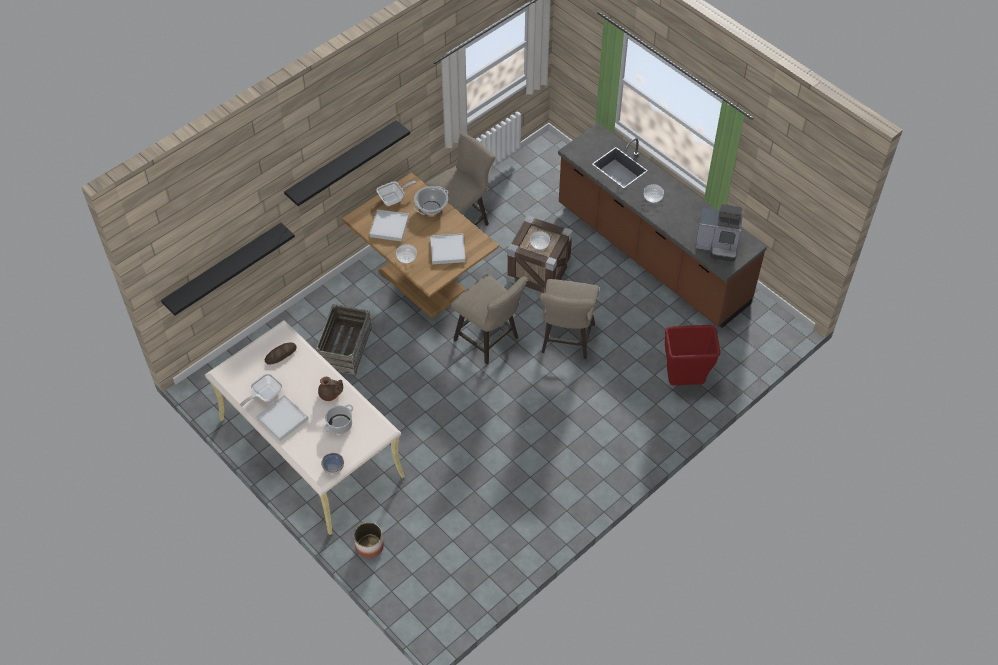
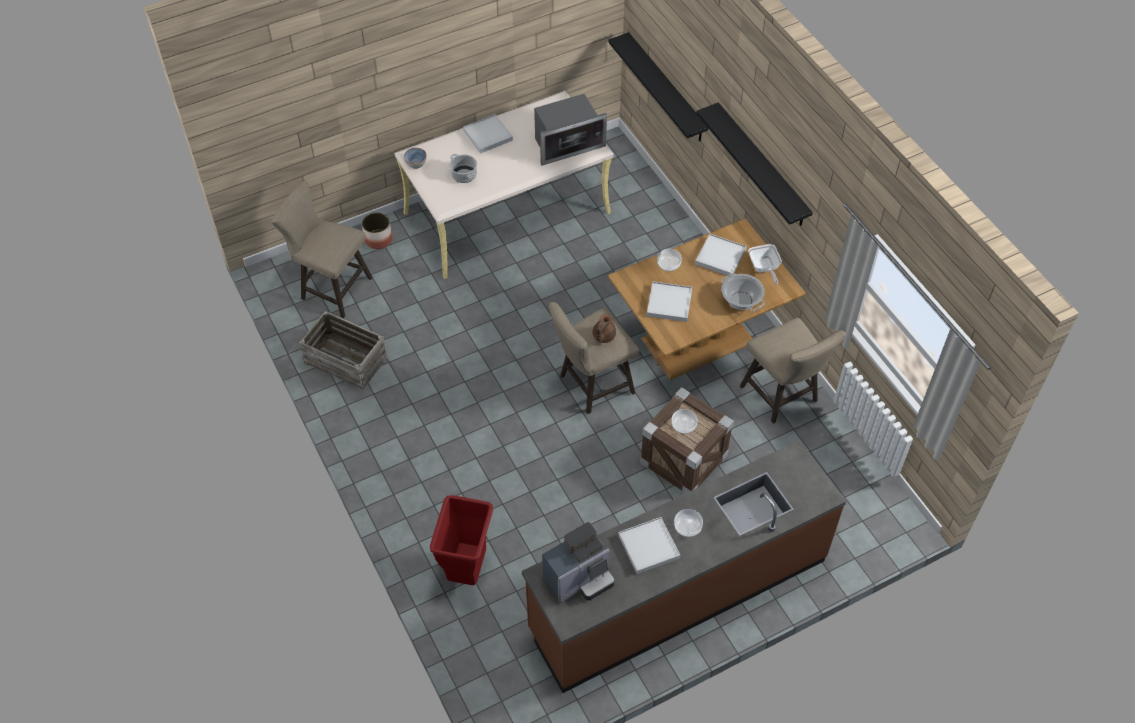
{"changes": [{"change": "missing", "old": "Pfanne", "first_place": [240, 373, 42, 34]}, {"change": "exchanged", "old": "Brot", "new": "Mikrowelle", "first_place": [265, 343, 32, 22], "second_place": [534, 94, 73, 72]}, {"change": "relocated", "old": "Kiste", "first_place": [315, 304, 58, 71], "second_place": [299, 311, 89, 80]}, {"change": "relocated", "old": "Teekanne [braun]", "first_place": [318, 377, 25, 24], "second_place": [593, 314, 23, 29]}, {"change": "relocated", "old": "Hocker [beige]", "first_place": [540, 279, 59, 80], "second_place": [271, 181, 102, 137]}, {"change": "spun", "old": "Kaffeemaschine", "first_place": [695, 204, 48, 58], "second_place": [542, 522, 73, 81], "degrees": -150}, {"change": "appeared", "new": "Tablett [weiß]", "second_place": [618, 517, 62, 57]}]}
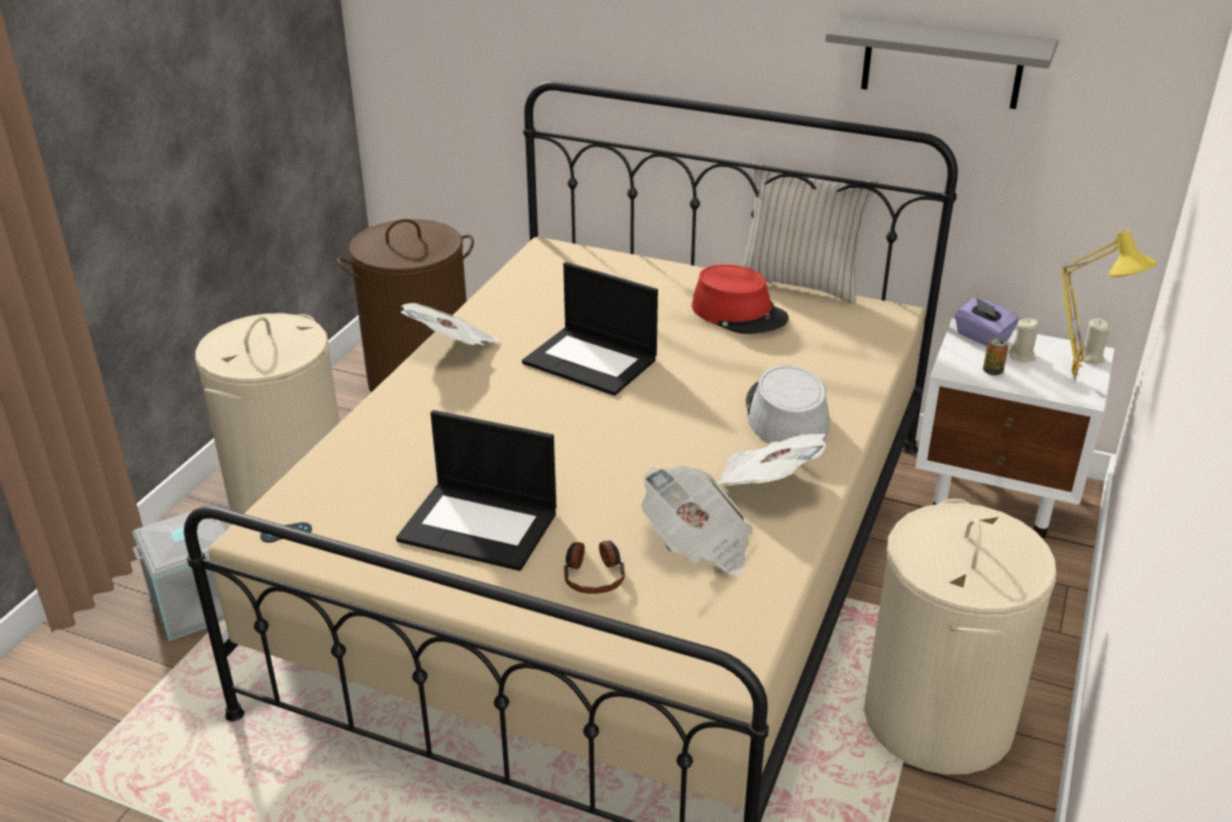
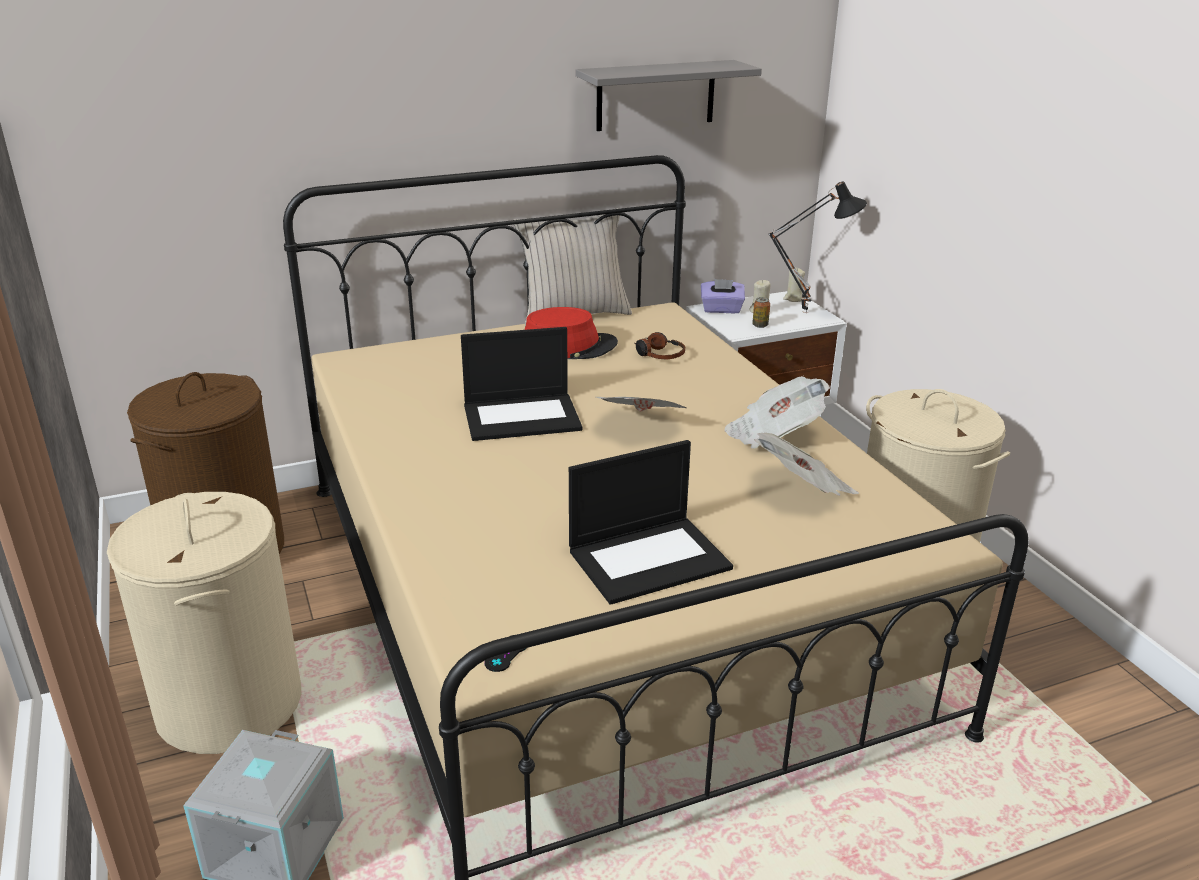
{"changes": [{"change": "relocated", "old": "Zeitung", "first_place": [401, 303, 99, 42], "second_place": [596, 397, 91, 15]}, {"change": "relocated", "old": "Kopfhörer", "first_place": [564, 540, 61, 54], "second_place": [634, 332, 51, 27]}, {"change": "missing", "old": "Hut [grau]", "first_place": [746, 365, 84, 79]}, {"change": "colour", "old": "Tischlampe [gelb]", "new": "Tischlampe [schwarz]", "first_place": [1061, 230, 96, 150], "second_place": [768, 181, 99, 132]}]}
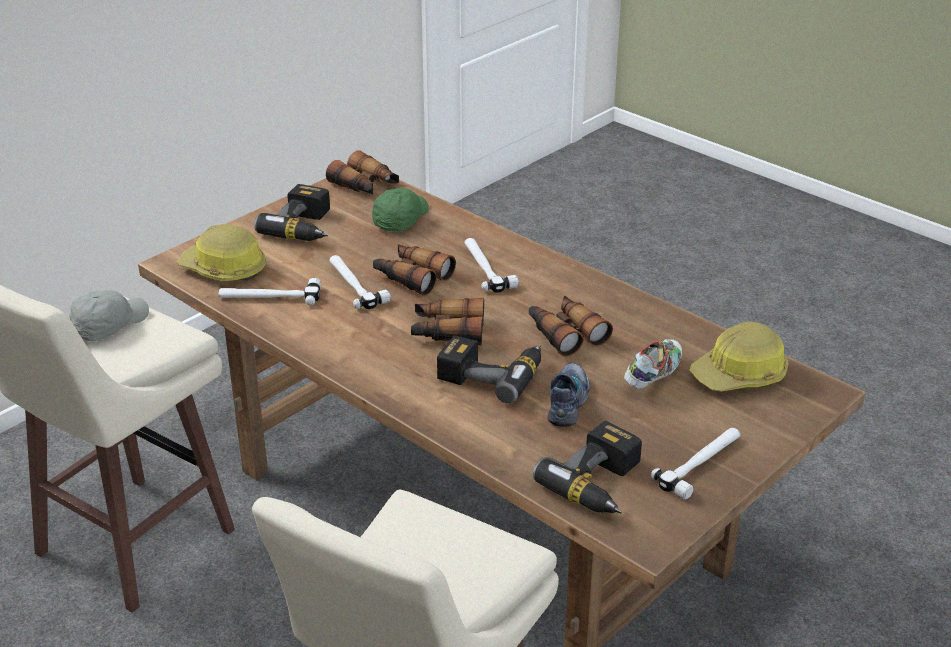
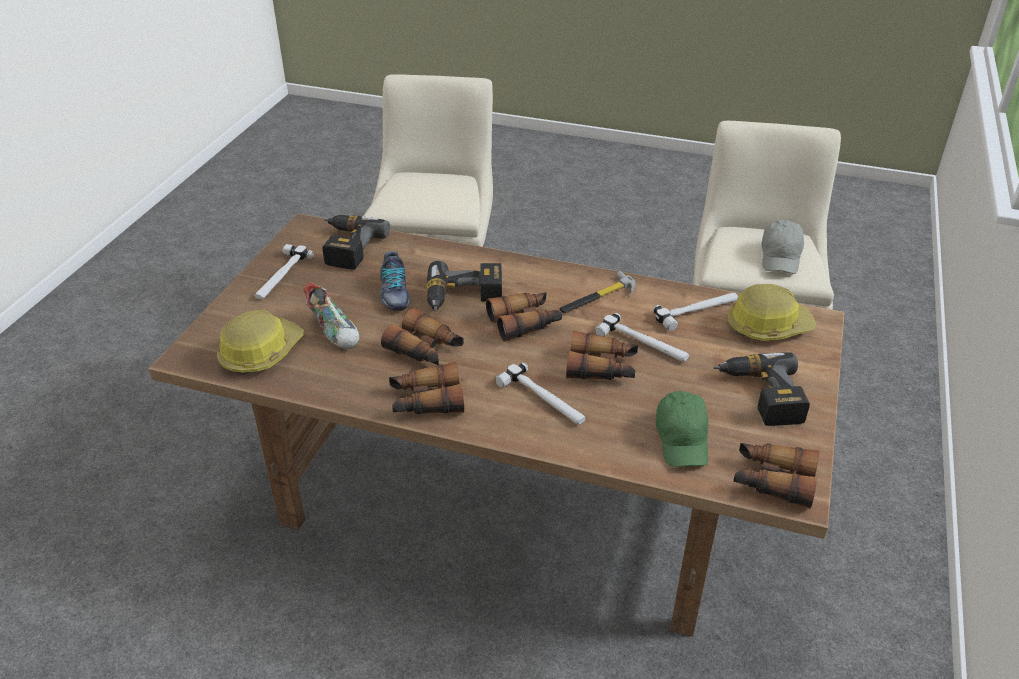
{"changes": [{"change": "spun", "old": "Schuh", "first_place": [624, 339, 58, 50], "second_place": [303, 282, 57, 67], "degrees": -45}, {"change": "appeared", "new": "Fernglas", "second_place": [389, 362, 75, 52]}, {"change": "appeared", "new": "Hammer", "second_place": [560, 271, 75, 42]}]}
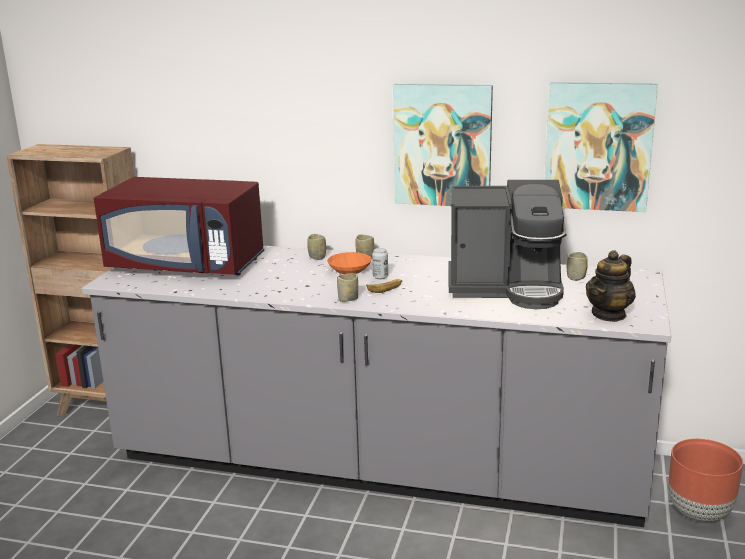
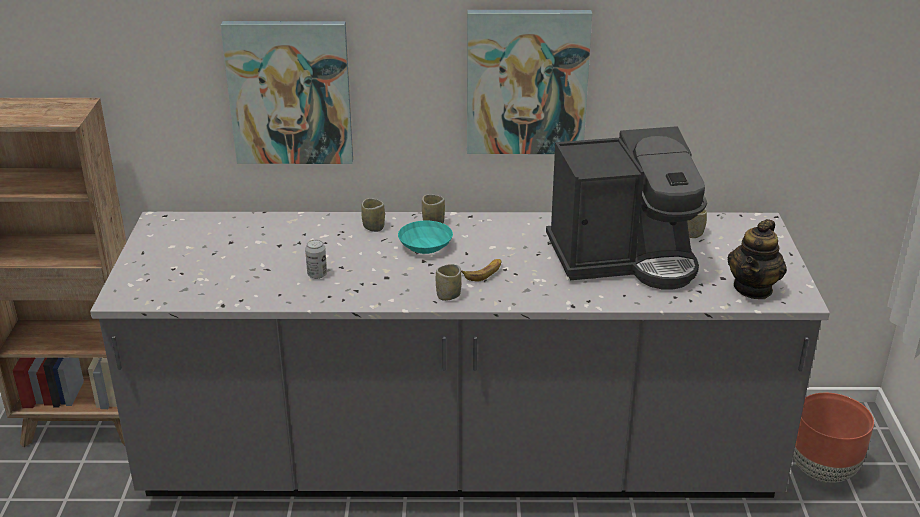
{"changes": [{"change": "missing", "old": "Mikrowelle [rot]", "first_place": [94, 177, 170, 99]}, {"change": "colour", "old": "Schüssel [orange]", "new": "Schüssel [türkis]", "first_place": [327, 252, 45, 22], "second_place": [398, 220, 55, 34]}, {"change": "relocated", "old": "Dose", "first_place": [372, 248, 16, 32], "second_place": [305, 240, 22, 39]}, {"change": "relocated", "old": "Bild", "first_place": [545, 82, 113, 130], "second_place": [221, 21, 132, 143]}]}
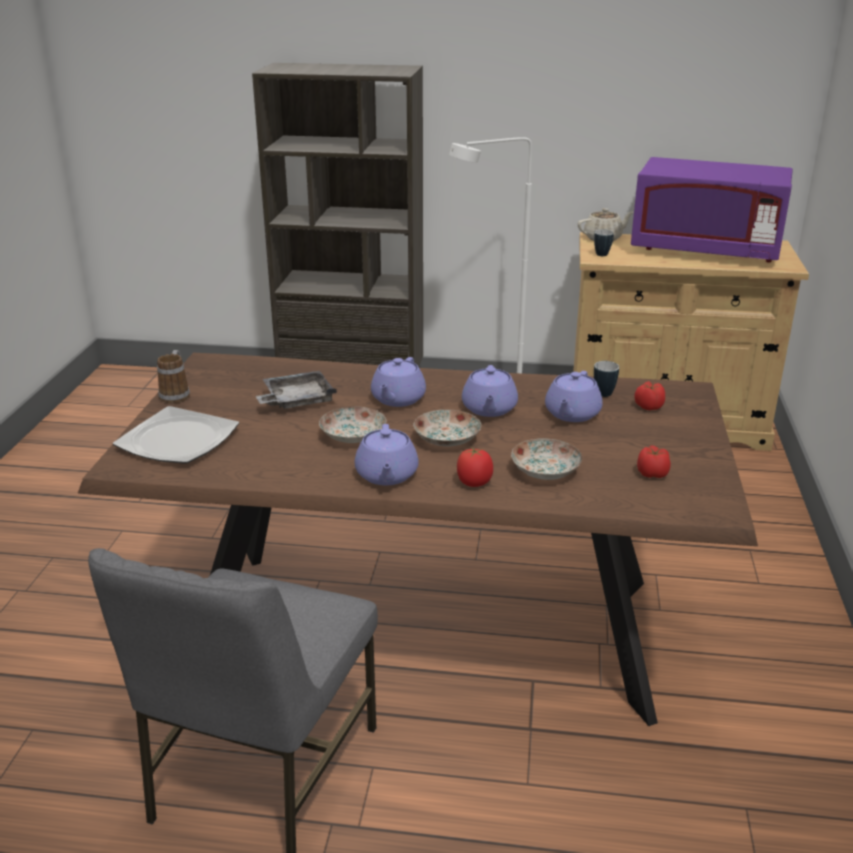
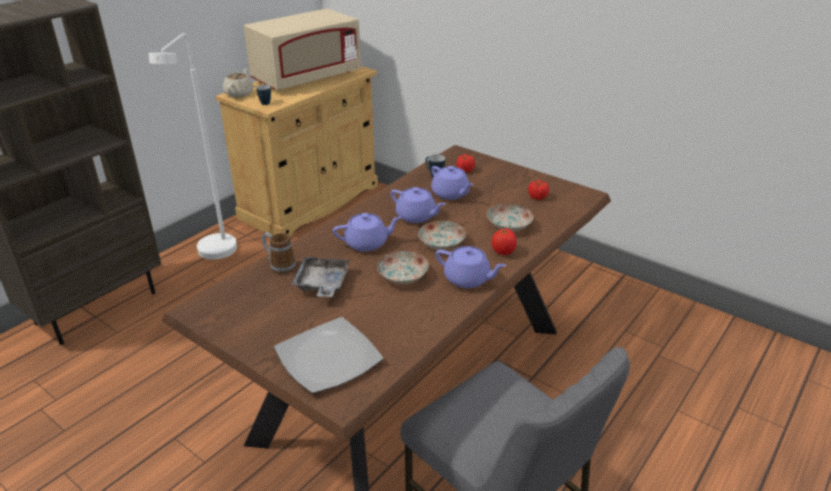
{"changes": [{"change": "relocated", "old": "Henkelbecher", "first_place": [157, 350, 33, 54], "second_place": [262, 232, 34, 42]}, {"change": "spun", "old": "Teekanne [lila]", "first_place": [371, 357, 55, 50], "second_place": [333, 213, 69, 39], "degrees": -60}, {"change": "colour", "old": "Mikrowelle [lila]", "new": "Mikrowelle [beige]", "first_place": [631, 157, 162, 106], "second_place": [244, 9, 117, 81]}]}
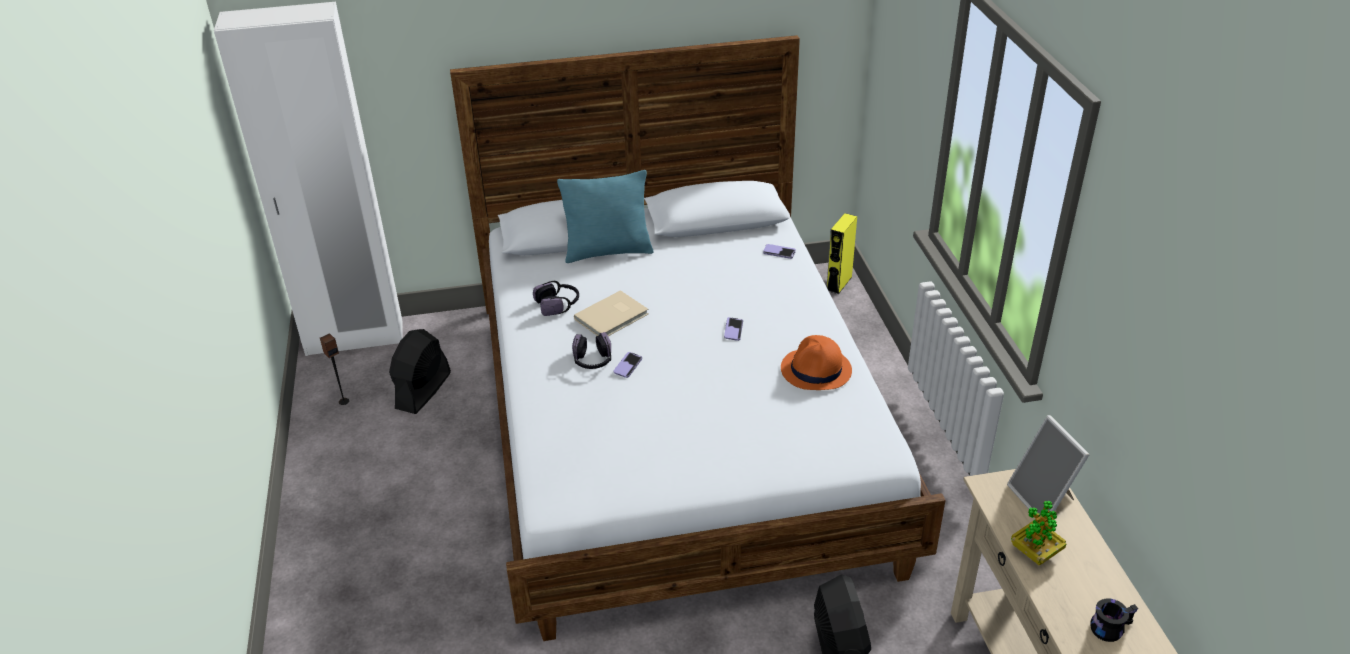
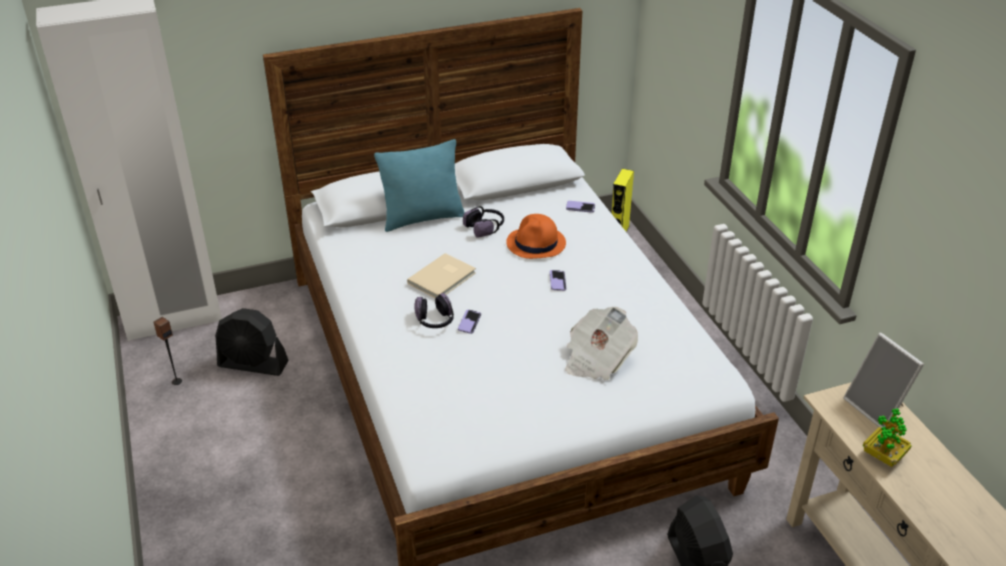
{"changes": [{"change": "spun", "old": "Ventilator [schwarz]", "first_place": [389, 329, 62, 85], "second_place": [215, 308, 74, 68], "degrees": -90}, {"change": "relocated", "old": "Kopfhörer", "first_place": [533, 281, 46, 35], "second_place": [463, 206, 41, 32]}, {"change": "relocated", "old": "Hut [orange]", "first_place": [781, 335, 71, 55], "second_place": [506, 214, 60, 45]}, {"change": "missing", "old": "Henkelbecher [schwarz]", "first_place": [1090, 599, 48, 43]}, {"change": "appeared", "new": "Zeitung", "second_place": [566, 307, 72, 73]}]}
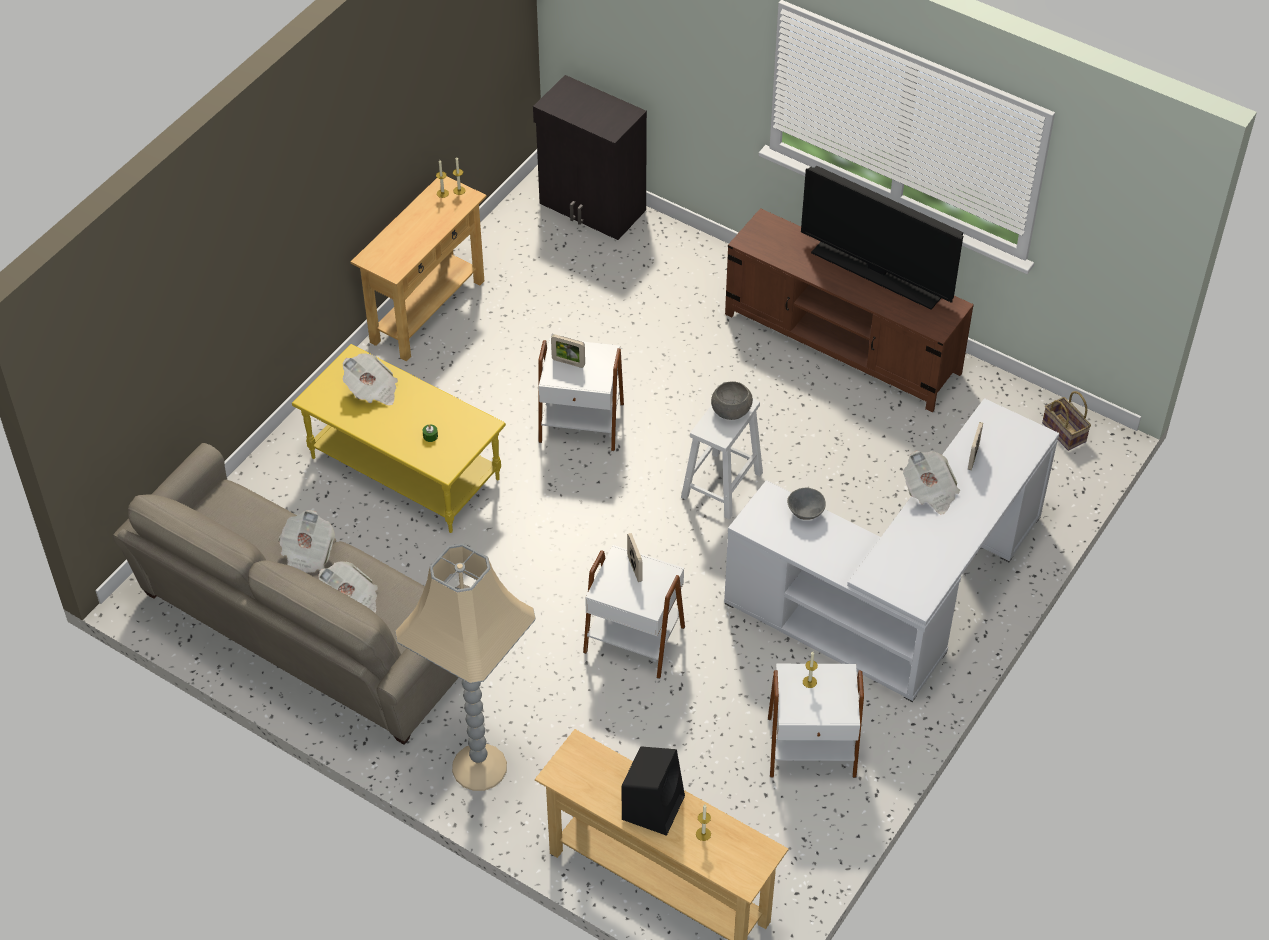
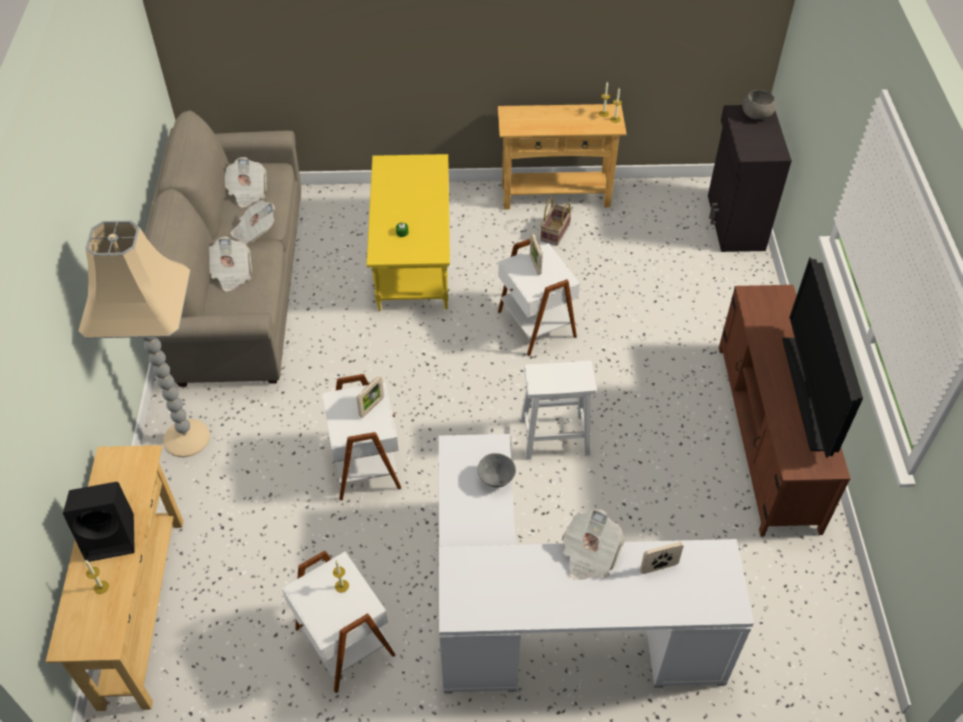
{"changes": [{"change": "relocated", "old": "Zeitung", "first_place": [343, 353, 55, 53], "second_place": [225, 157, 42, 51]}, {"change": "relocated", "old": "Schüssel [grau]", "first_place": [711, 382, 42, 38], "second_place": [742, 90, 34, 30]}, {"change": "relocated", "old": "Korb", "first_place": [1042, 391, 49, 60], "second_place": [540, 198, 32, 48]}]}
